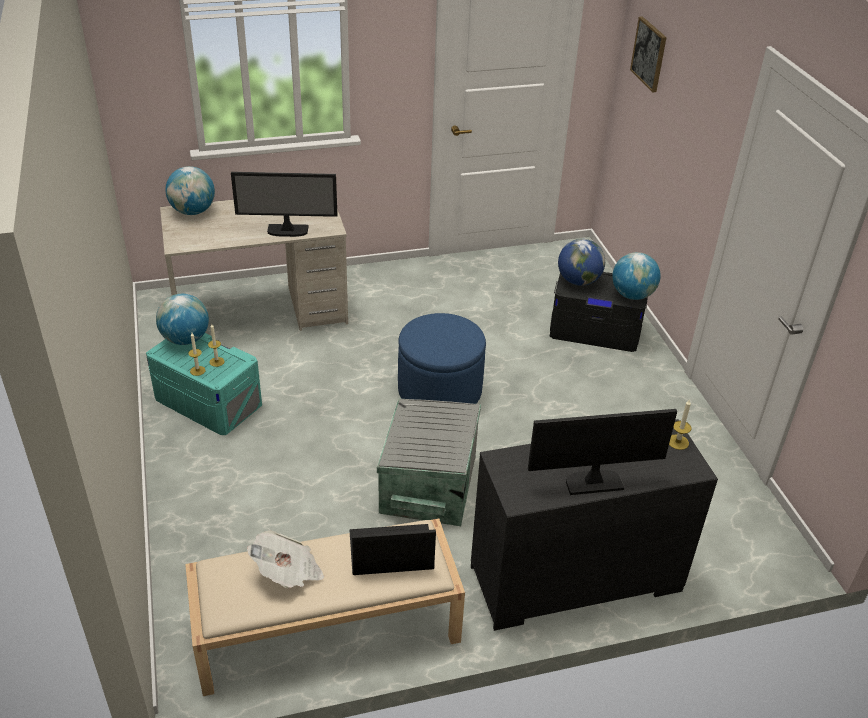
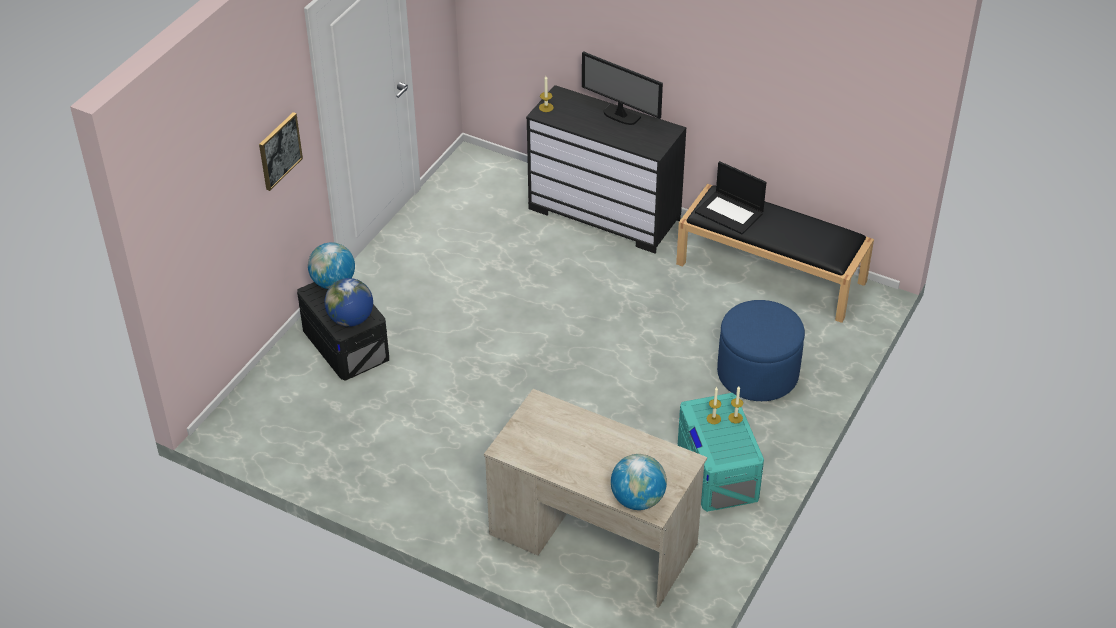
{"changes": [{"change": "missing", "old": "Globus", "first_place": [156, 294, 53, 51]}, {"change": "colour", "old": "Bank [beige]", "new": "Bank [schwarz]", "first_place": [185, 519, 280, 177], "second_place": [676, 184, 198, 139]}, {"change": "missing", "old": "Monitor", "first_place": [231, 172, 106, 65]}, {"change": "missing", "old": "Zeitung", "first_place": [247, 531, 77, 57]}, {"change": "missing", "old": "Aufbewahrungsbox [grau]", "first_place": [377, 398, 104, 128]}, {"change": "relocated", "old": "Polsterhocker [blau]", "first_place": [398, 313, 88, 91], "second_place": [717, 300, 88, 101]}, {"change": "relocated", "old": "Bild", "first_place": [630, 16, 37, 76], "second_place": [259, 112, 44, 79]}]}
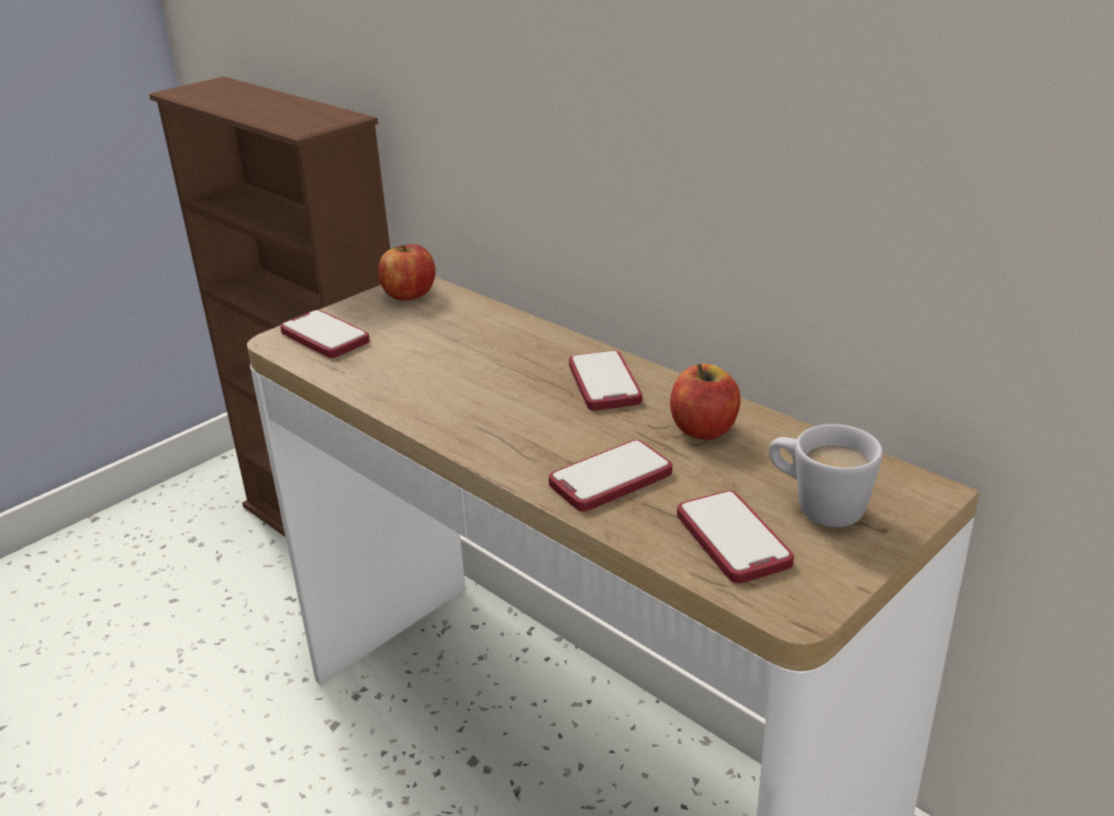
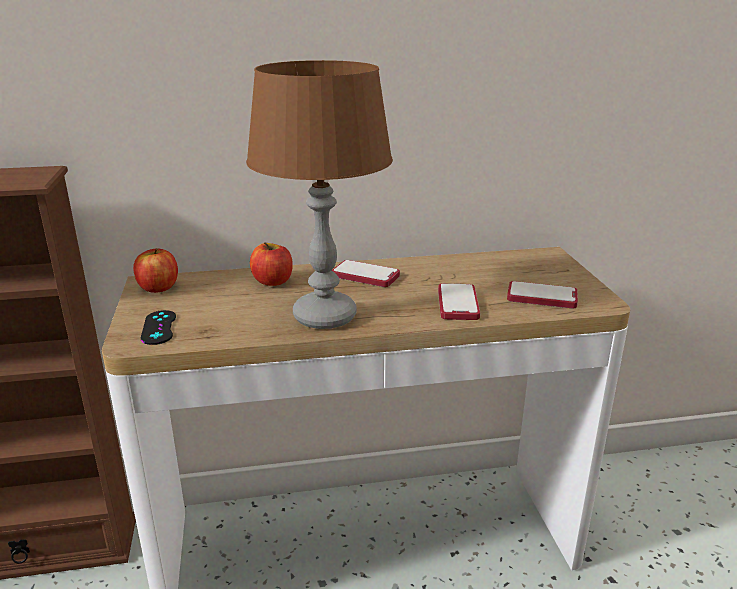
{"changes": [{"change": "exchanged", "old": "Handy", "new": "Gamepad [schwarz]", "first_place": [280, 310, 90, 48], "second_place": [141, 310, 35, 35]}, {"change": "relocated", "old": "Apfel", "first_place": [670, 364, 71, 76], "second_place": [250, 242, 43, 44]}, {"change": "missing", "old": "Henkelbecher [weiß]", "first_place": [769, 424, 114, 103]}, {"change": "appeared", "new": "Tischlampe [braun]", "second_place": [246, 60, 147, 269]}]}
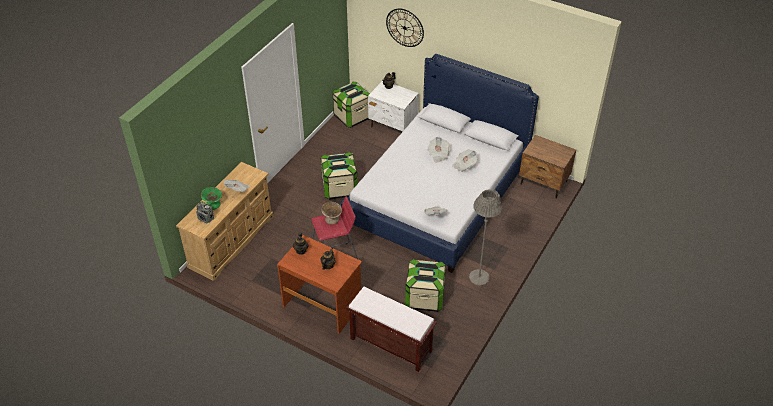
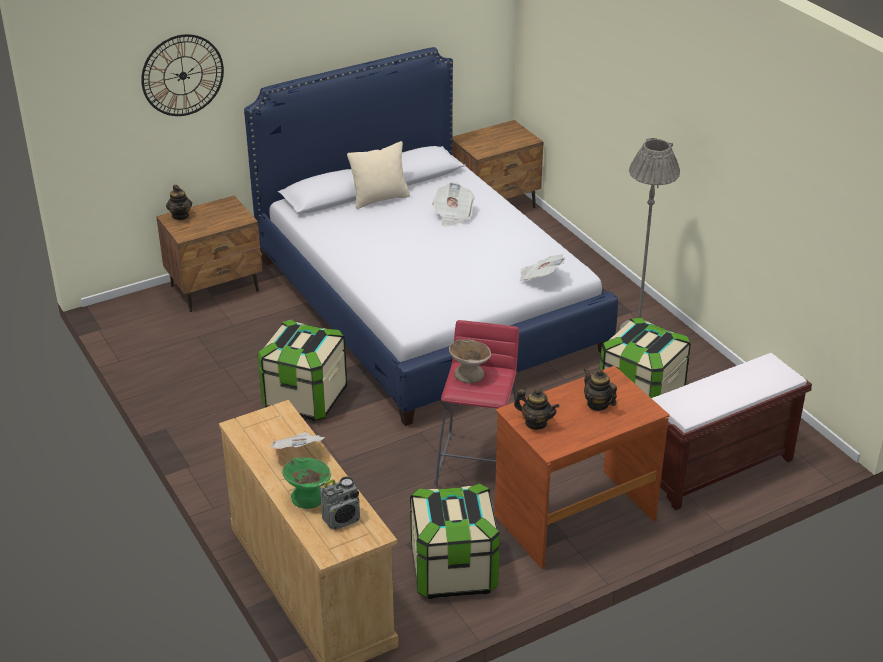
{"changes": [{"change": "relocated", "old": "Aufbewahrungsbox", "first_place": [332, 82, 38, 46], "second_place": [410, 484, 90, 115]}, {"change": "colour", "old": "Nachttisch [weiß]", "new": "Nachttisch [braun]", "first_place": [368, 81, 51, 52], "second_place": [156, 195, 106, 117]}, {"change": "missing", "old": "Zeitung", "first_place": [428, 137, 22, 26]}, {"change": "appeared", "new": "Kissen [beige]", "second_place": [347, 141, 63, 68]}]}
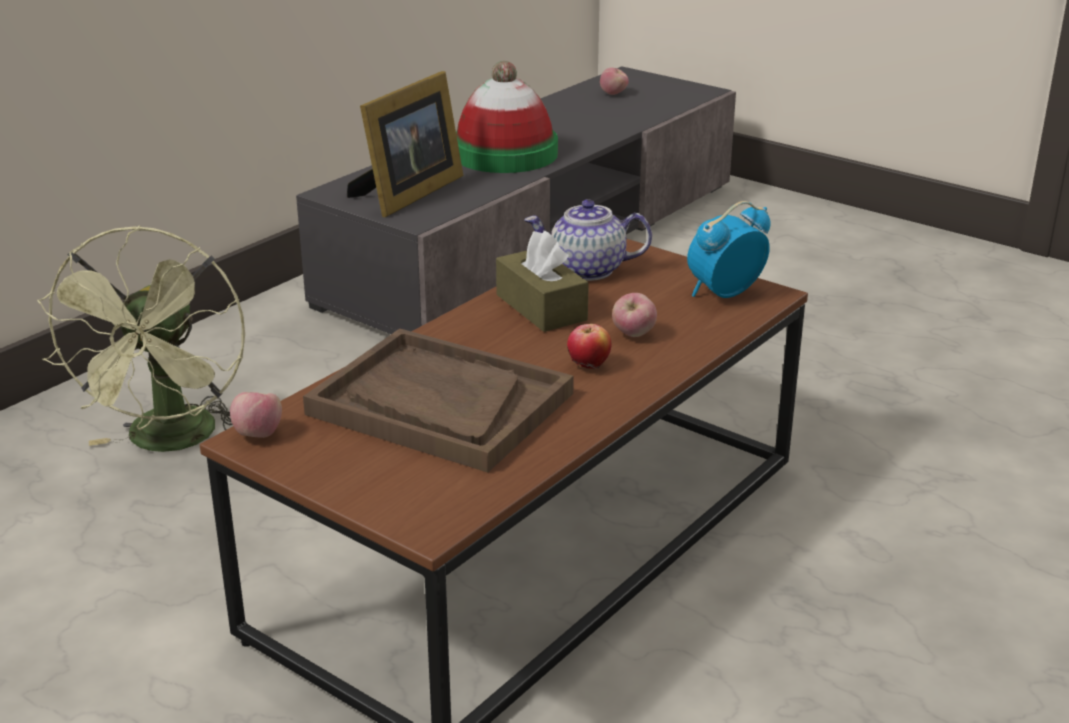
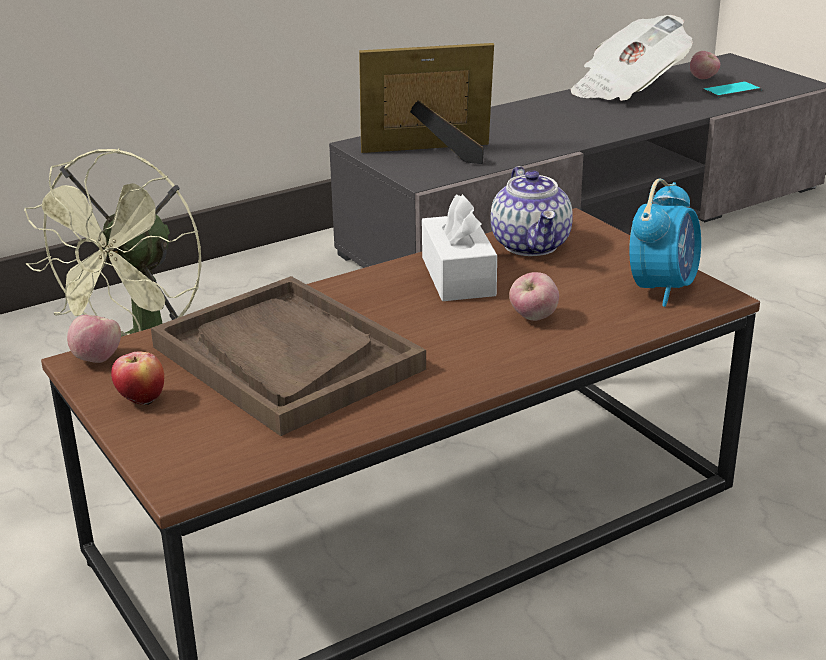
{"changes": [{"change": "spun", "old": "Bilderrahmen", "first_place": [347, 71, 116, 146], "second_place": [359, 43, 135, 121], "degrees": -150}, {"change": "missing", "old": "Hut", "first_place": [456, 61, 102, 112]}, {"change": "colour", "old": "Taschentuchbox [braun]", "new": "Taschentuchbox [weiß]", "first_place": [496, 230, 93, 102], "second_place": [422, 194, 75, 107]}, {"change": "spun", "old": "Teekanne", "first_place": [525, 199, 127, 82], "second_place": [491, 166, 82, 90], "degrees": -120}, {"change": "relocated", "old": "Apfel", "first_place": [567, 324, 44, 45], "second_place": [111, 352, 53, 53]}, {"change": "spun", "old": "Wecker", "first_place": [687, 201, 84, 97], "second_place": [629, 179, 72, 128], "degrees": 135}, {"change": "appeared", "new": "Zeitung", "second_place": [570, 15, 123, 86]}, {"change": "appeared", "new": "Handy", "second_place": [702, 81, 60, 17]}]}
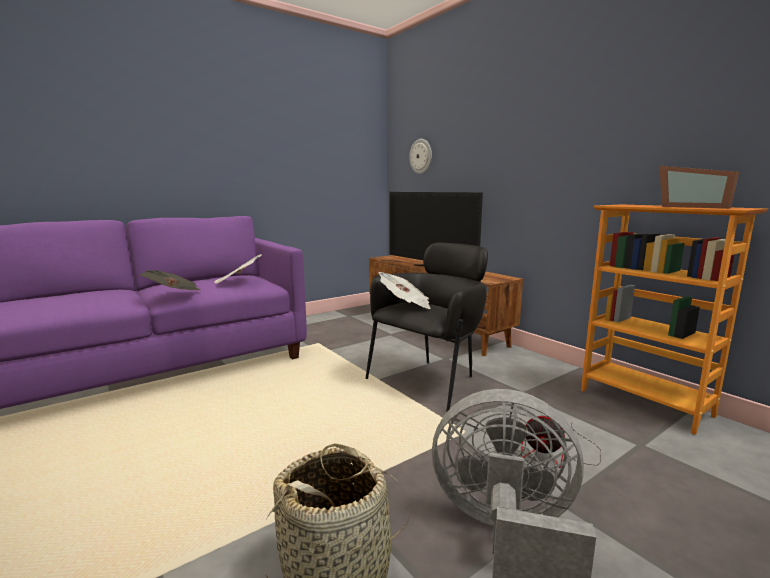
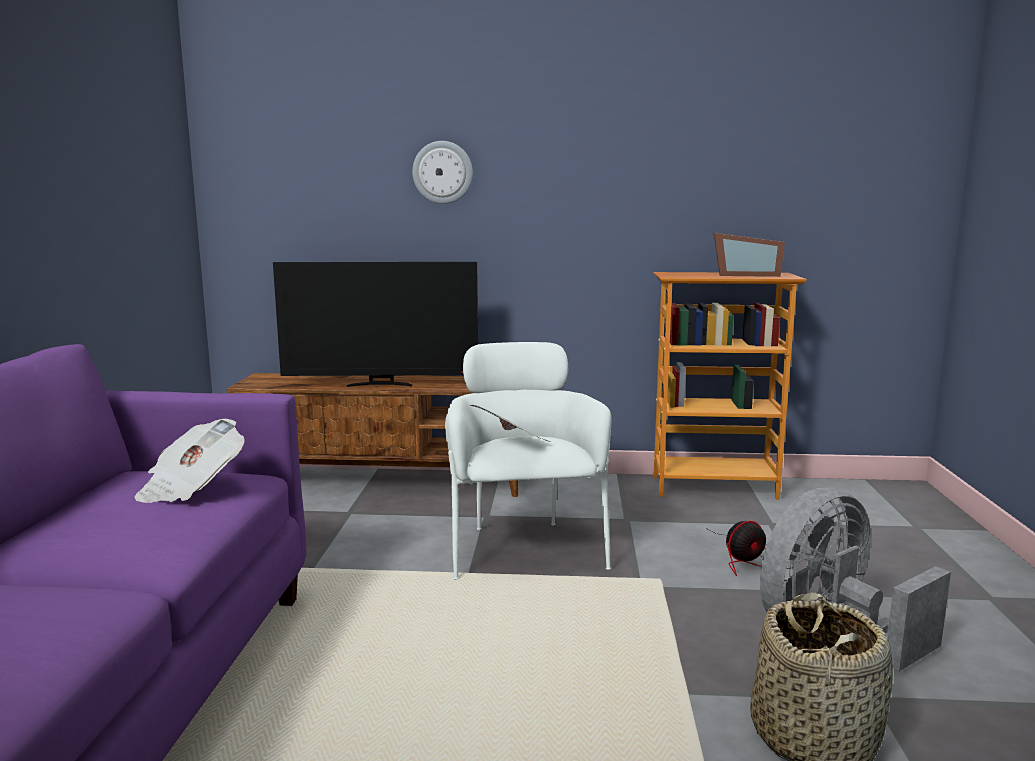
{"changes": [{"change": "missing", "old": "Zeitung", "first_place": [139, 270, 62, 20]}, {"change": "colour", "old": "Sessel [schwarz]", "new": "Sessel [weiß]", "first_place": [365, 242, 123, 170], "second_place": [445, 342, 167, 238]}, {"change": "relocated", "old": "Wanduhr", "first_place": [409, 139, 23, 35], "second_place": [412, 141, 61, 63]}]}
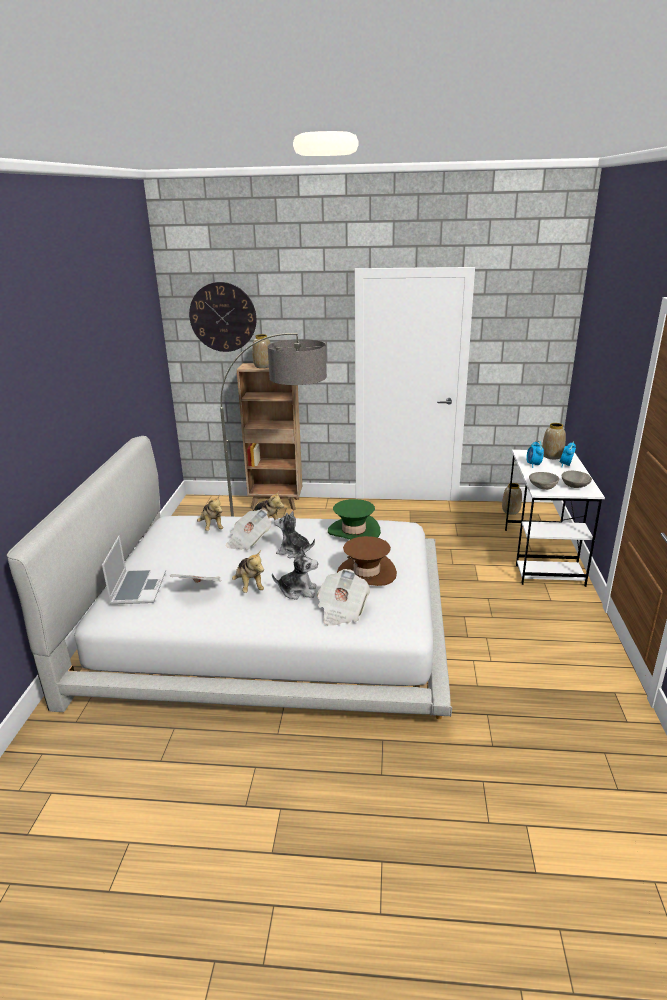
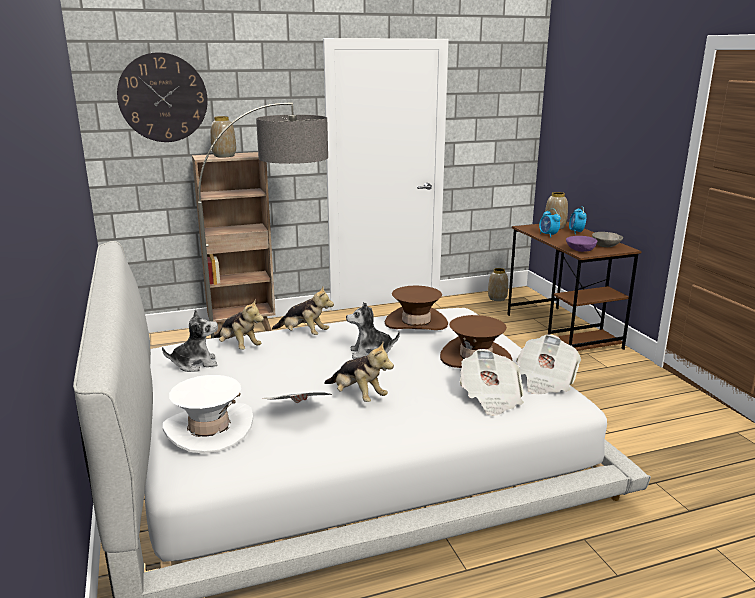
{"changes": [{"change": "exchanged", "old": "Laptop", "new": "Hut [weiß]", "first_place": [102, 535, 64, 69], "second_place": [163, 375, 90, 79]}, {"change": "relocated", "old": "Zeitung", "first_place": [226, 509, 45, 41], "second_place": [516, 334, 65, 60]}, {"change": "relocated", "old": "Plüschtier", "first_place": [272, 547, 46, 53], "second_place": [162, 309, 56, 63]}, {"change": "colour", "old": "Hut [grün]", "new": "Hut [braun]", "first_place": [328, 499, 53, 41], "second_place": [385, 286, 63, 44]}, {"change": "colour", "old": "Schreibtisch [weiß]", "new": "Schreibtisch [braun]", "first_place": [505, 450, 100, 137], "second_place": [507, 222, 135, 129]}, {"change": "colour", "old": "Schüssel [grau]", "new": "Schüssel [lila]", "first_place": [529, 472, 30, 18], "second_place": [566, 236, 31, 16]}]}
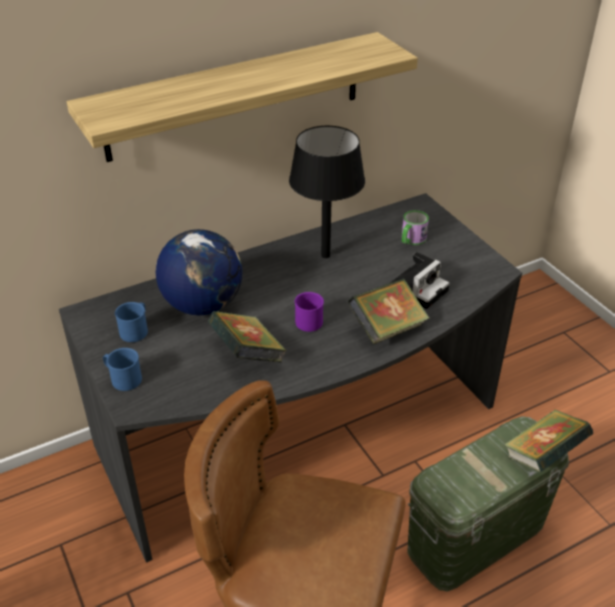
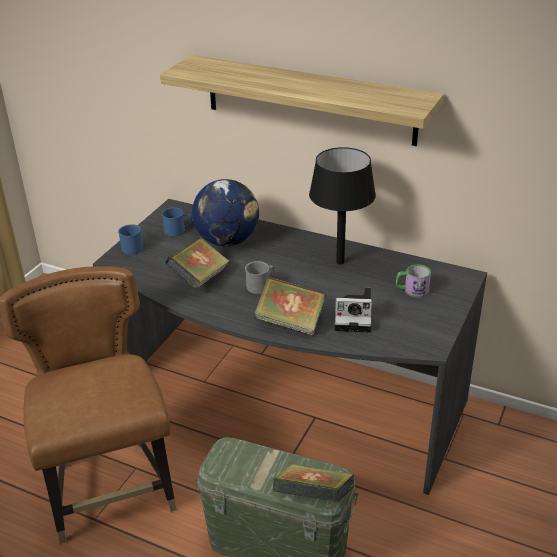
{"changes": [{"change": "colour", "old": "Henkelbecher [lila]", "new": "Henkelbecher [grau]", "first_place": [295, 292, 29, 40], "second_place": [245, 261, 30, 33]}]}
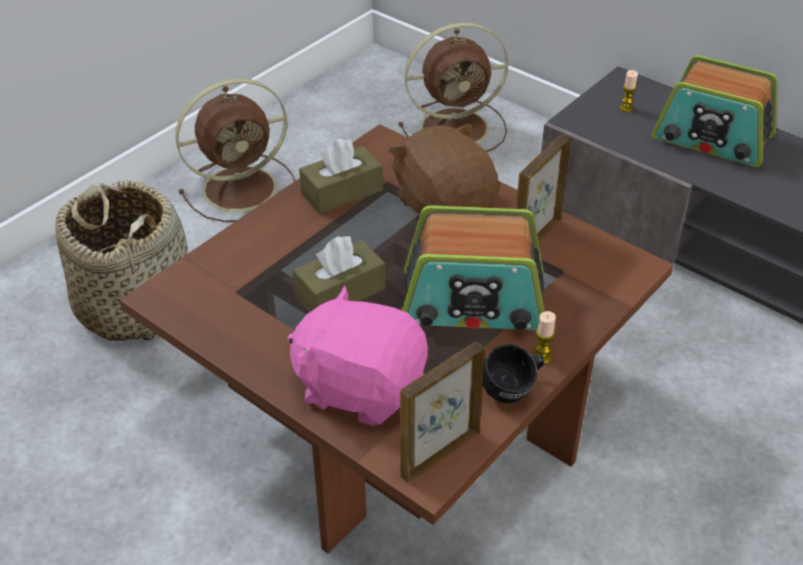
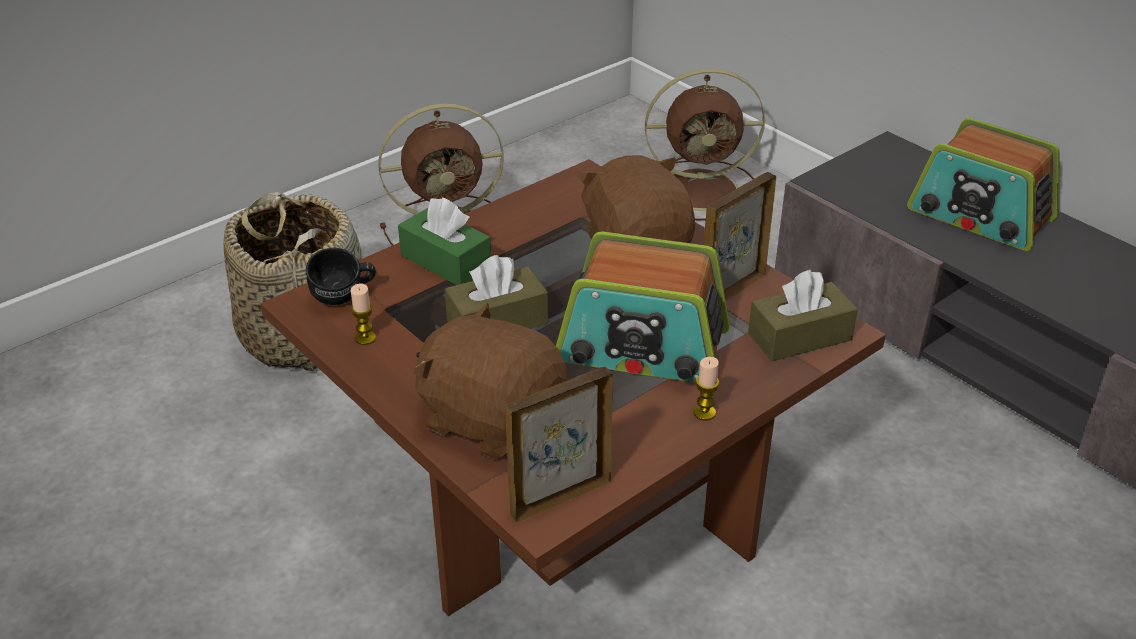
{"changes": [{"change": "colour", "old": "Plüschtier [rosa]", "new": "Plüschtier [braun]", "first_place": [288, 286, 140, 140], "second_place": [413, 303, 154, 156]}, {"change": "relocated", "old": "Taschentuchbox [braun]", "first_place": [299, 138, 84, 76], "second_place": [748, 270, 110, 91]}, {"change": "relocated", "old": "Henkelbecher [schwarz]", "first_place": [483, 344, 62, 59], "second_place": [306, 248, 70, 57]}, {"change": "relocated", "old": "Kerze", "first_place": [620, 70, 18, 42], "second_place": [351, 284, 25, 61]}, {"change": "appeared", "new": "Taschentuchbox [grün]", "second_place": [398, 197, 93, 88]}]}
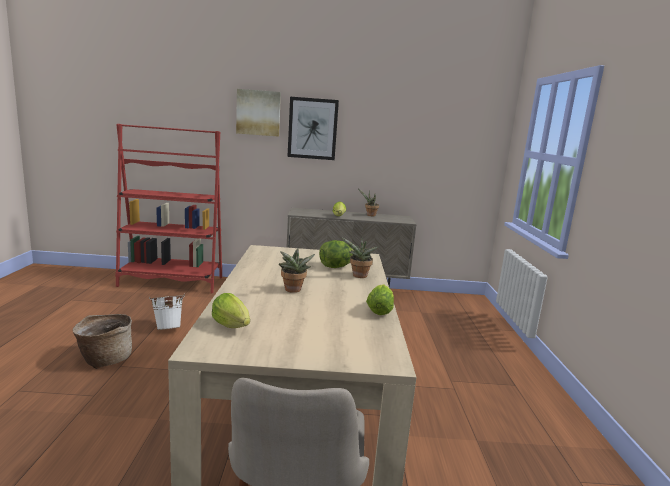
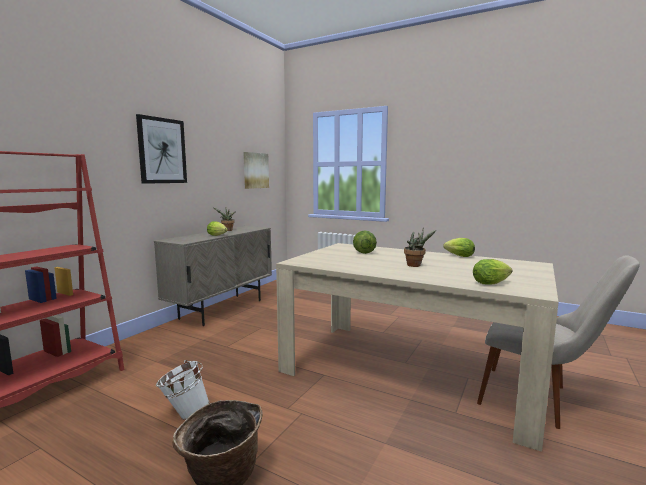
{"changes": [{"change": "relocated", "old": "Bild", "first_place": [236, 89, 45, 48], "second_place": [243, 152, 26, 37]}, {"change": "missing", "old": "Topfpflanze", "first_place": [341, 237, 38, 41]}]}
